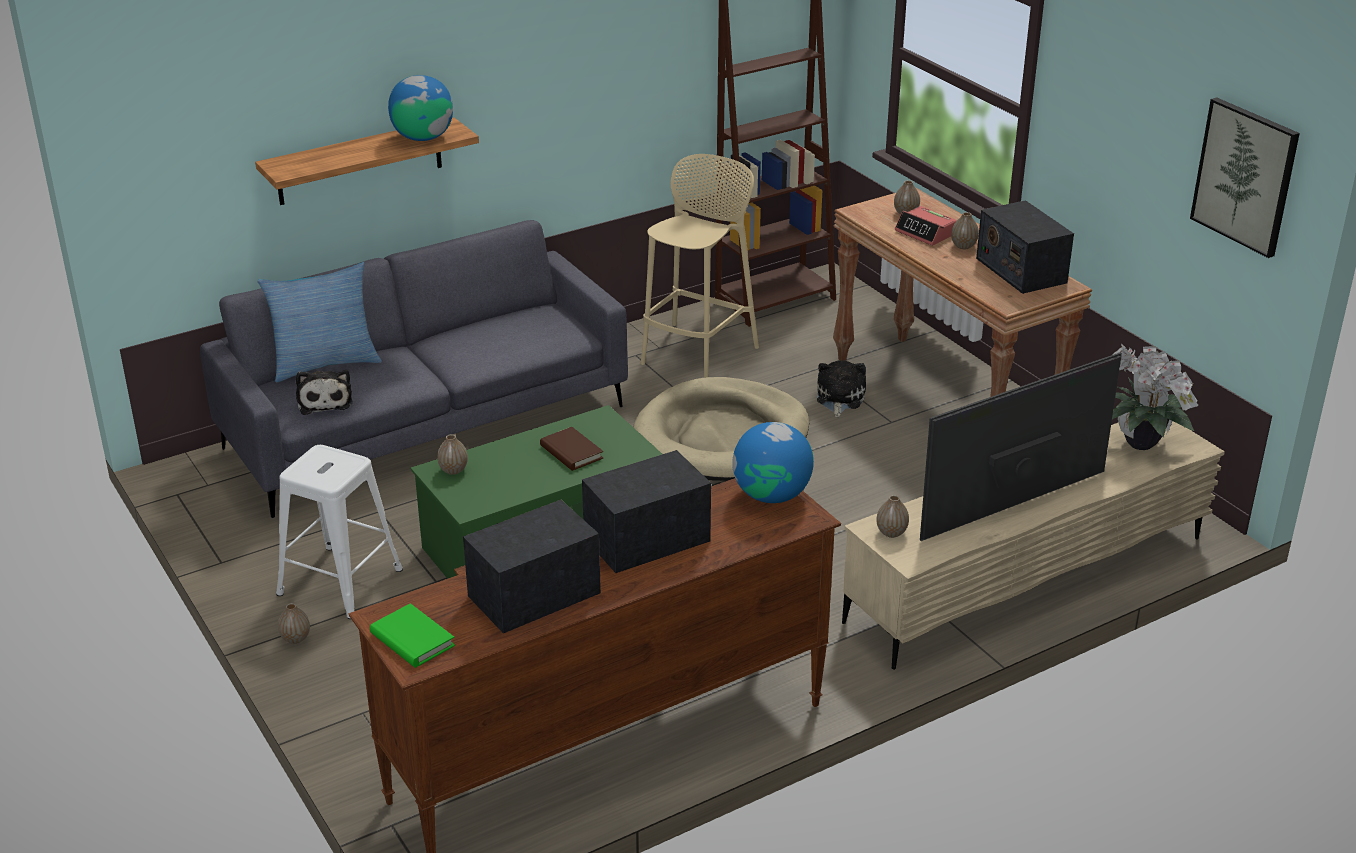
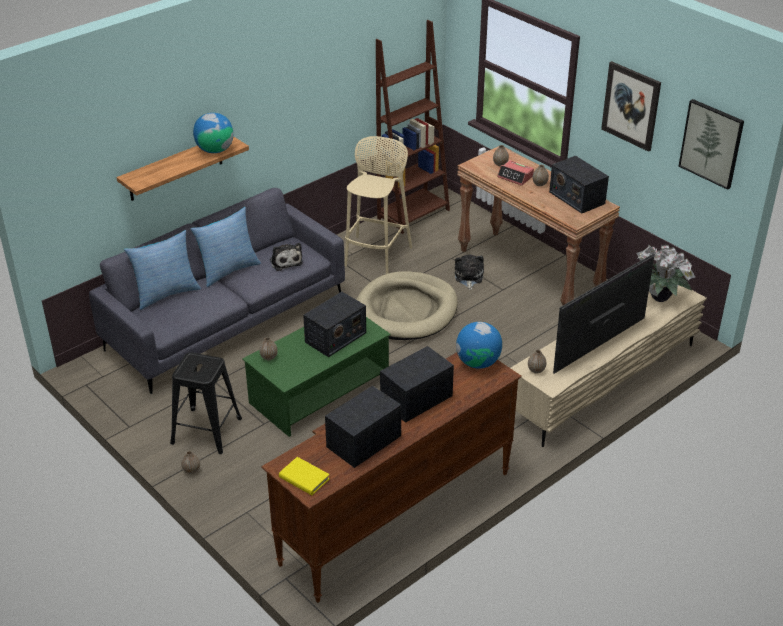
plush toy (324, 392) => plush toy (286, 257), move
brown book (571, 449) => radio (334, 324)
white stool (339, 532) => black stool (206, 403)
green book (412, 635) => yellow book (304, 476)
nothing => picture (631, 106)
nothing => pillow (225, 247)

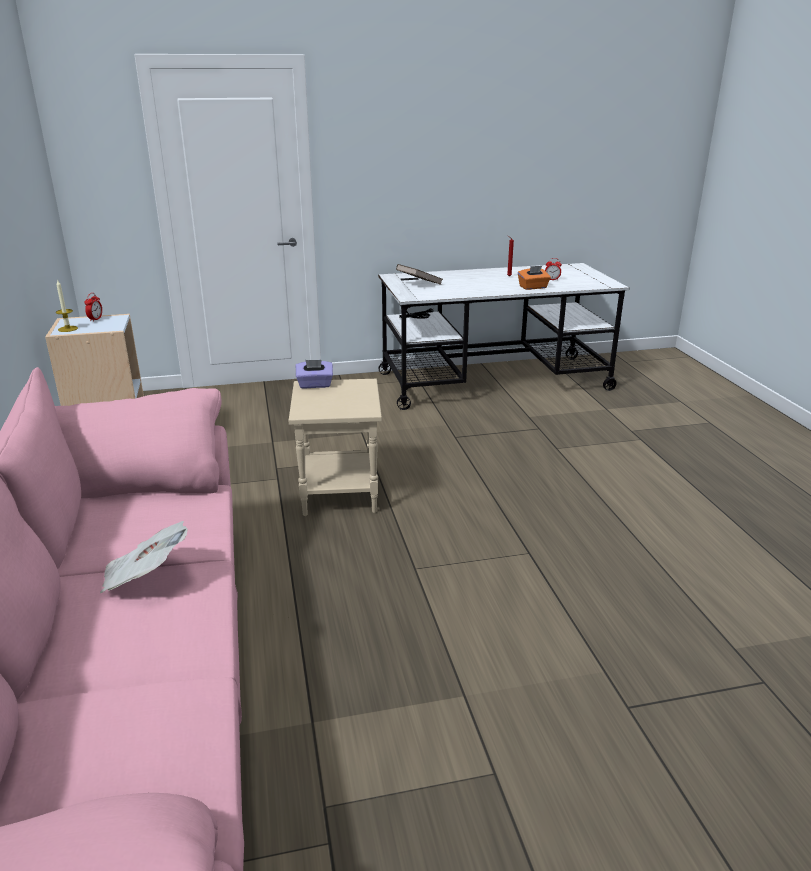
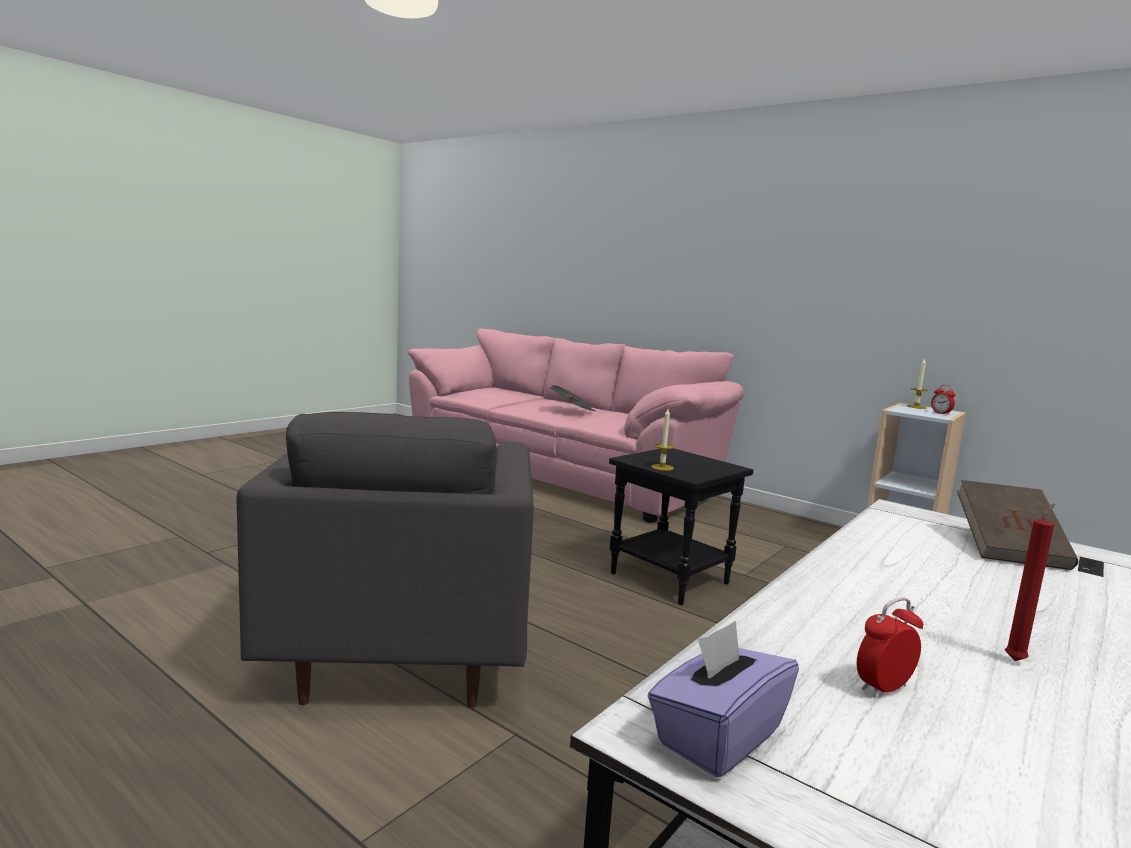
orange tissue box (534, 278) => nothing
purple tissue box (314, 374) => purple tissue box (723, 699), move
beige side table (335, 447) => black side table (681, 526)
nothing => candle (662, 440)
nothing => grey armchair (385, 560)

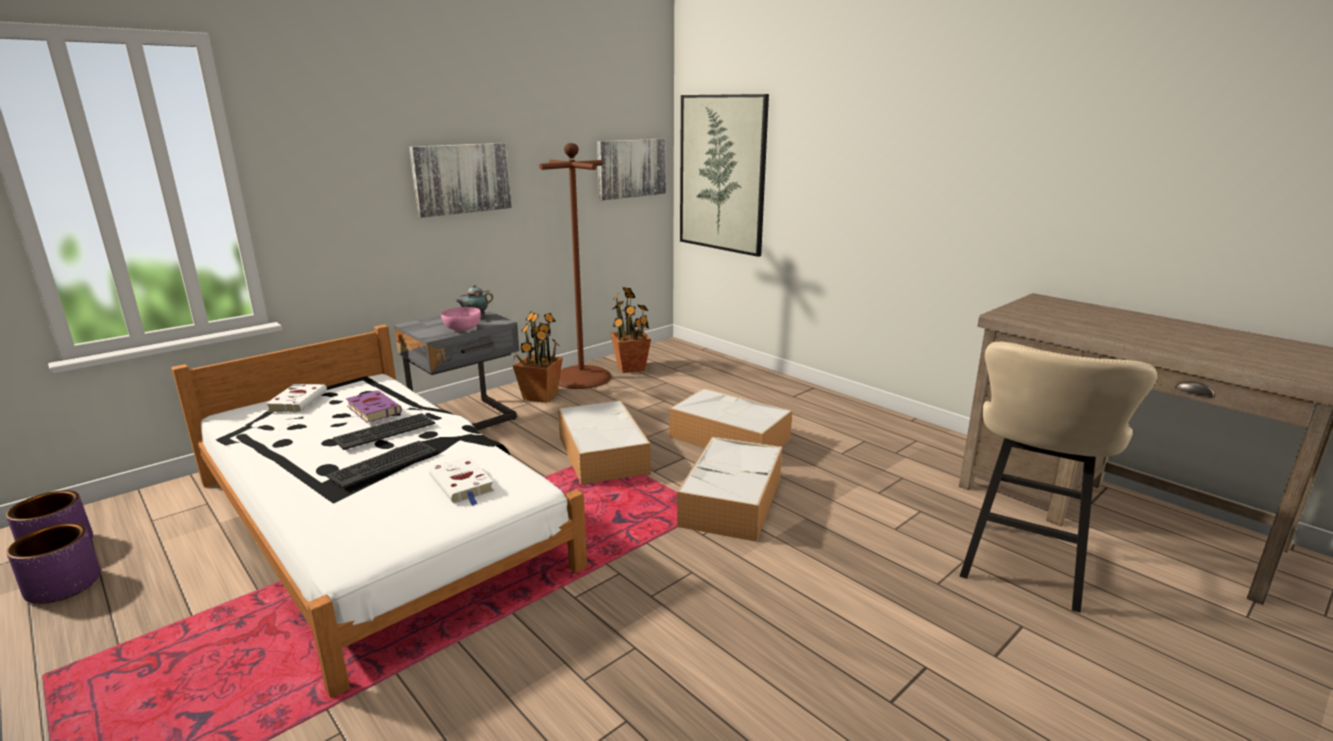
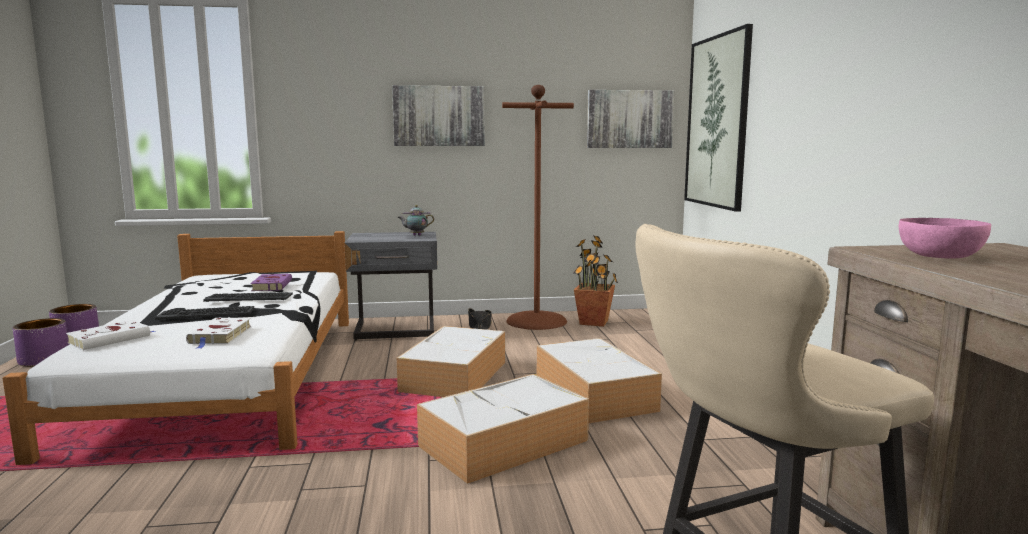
pink bowl (461, 319) => pink bowl (945, 238), move
potted plant (538, 357) => black hat (480, 319)
white book (296, 398) => white book (111, 335), move

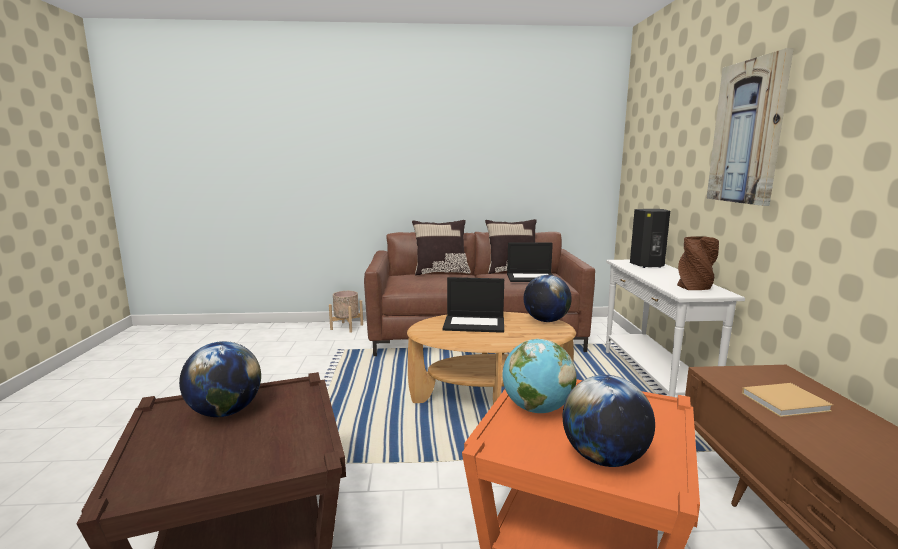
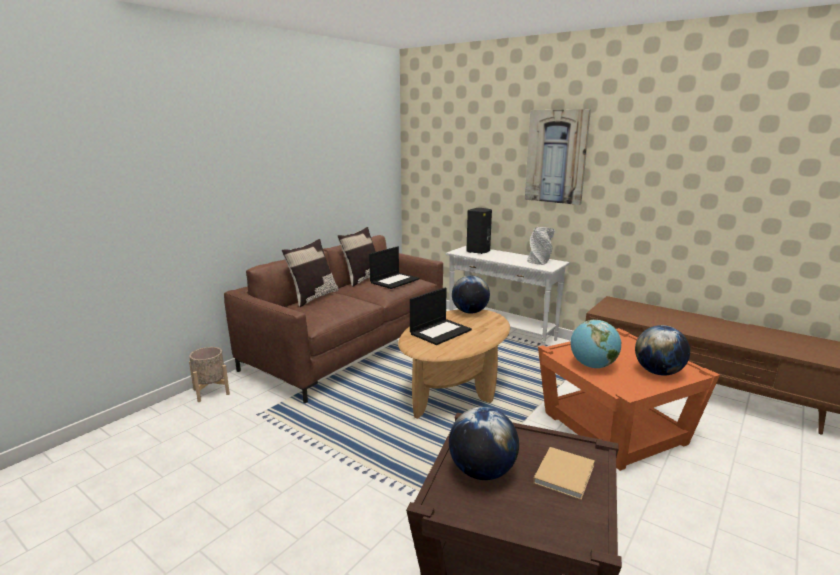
brown vase (698, 263) => grey vase (541, 246)
beige book (787, 400) => beige book (564, 473), move

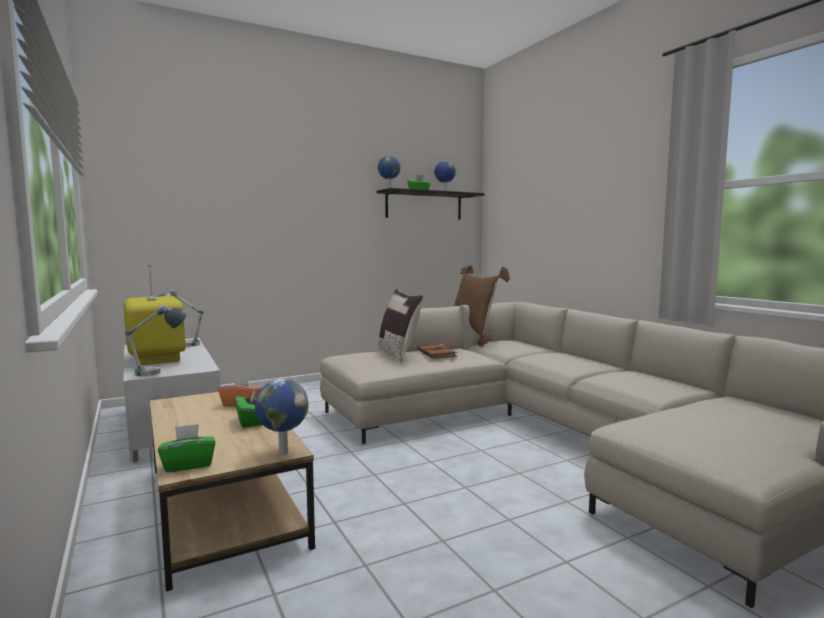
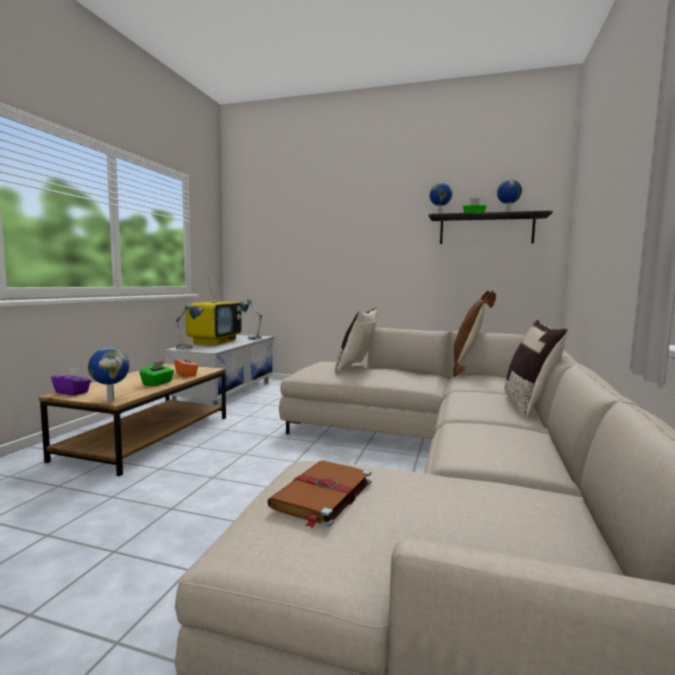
brown book (437, 351) => brown book (319, 495), move
green tissue box (186, 448) => purple tissue box (71, 381)
nothing => pillow (536, 369)

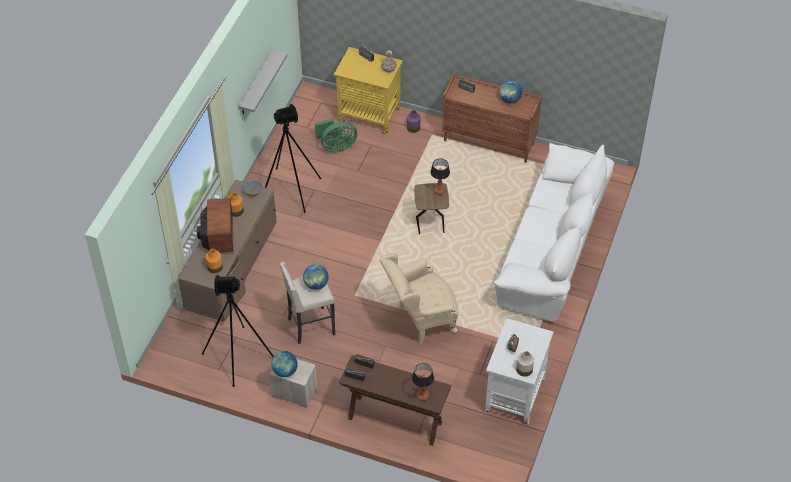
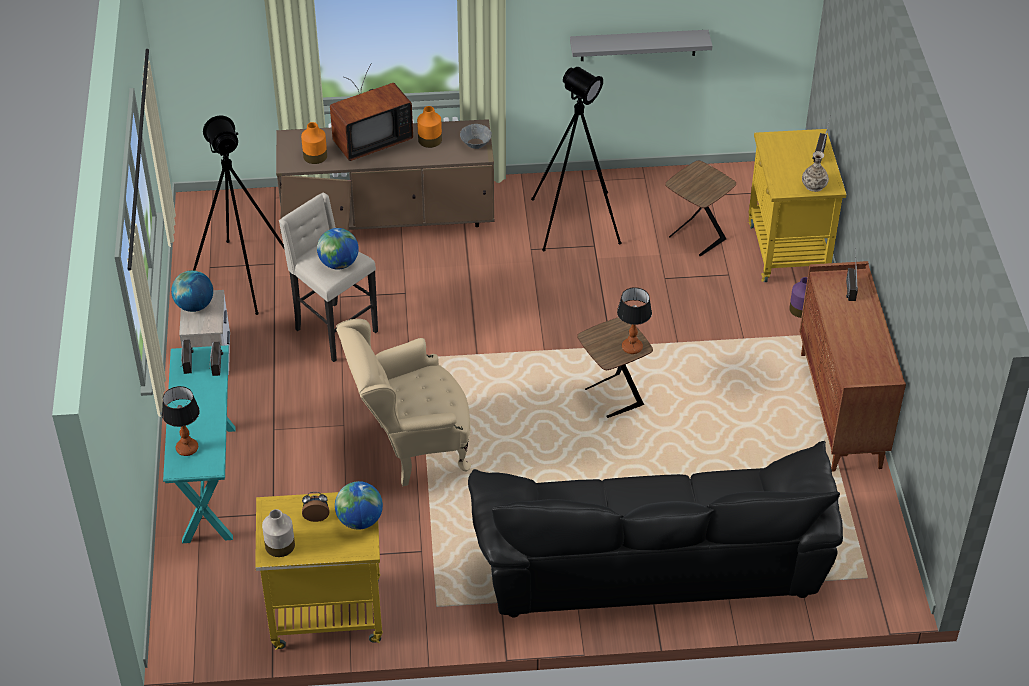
globe (510, 92) => globe (359, 505), move
green fan (336, 136) => brown side table (700, 208)
white sofa (554, 232) => black sofa (655, 528)
beige armchair (418, 299) => beige armchair (403, 402), 60 degrees counterclockwise
white cart (519, 371) => yellow cart (319, 571)
brown console table (395, 400) => turquoise console table (199, 444)

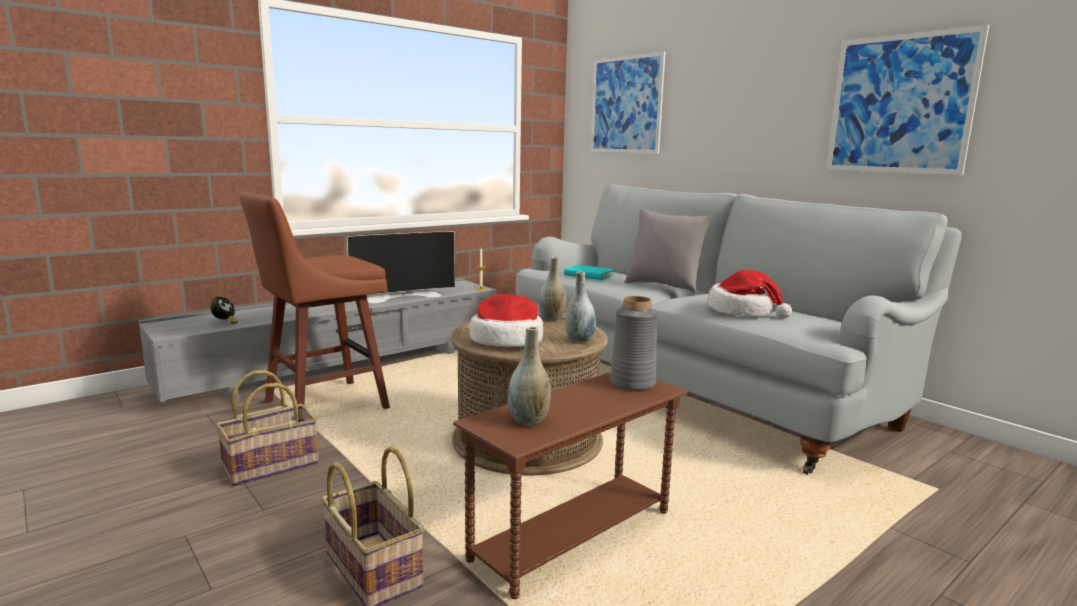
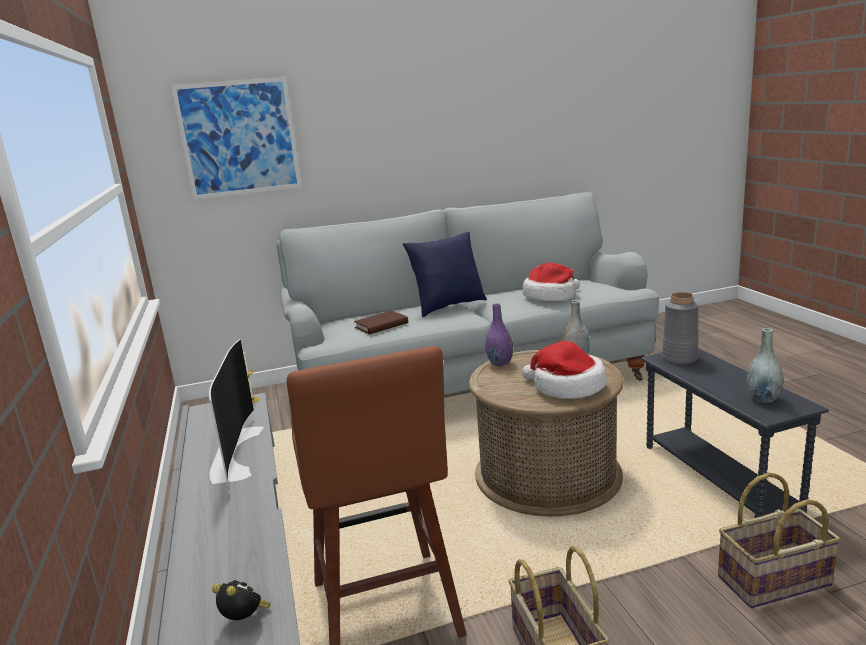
picture (907, 100) => nothing
grey pillow (669, 251) => blue pillow (445, 274)
grey vase (552, 289) => purple vase (499, 334)
turquoise book (589, 272) => brown book (381, 322)
brown side table (570, 485) => grey side table (734, 433)

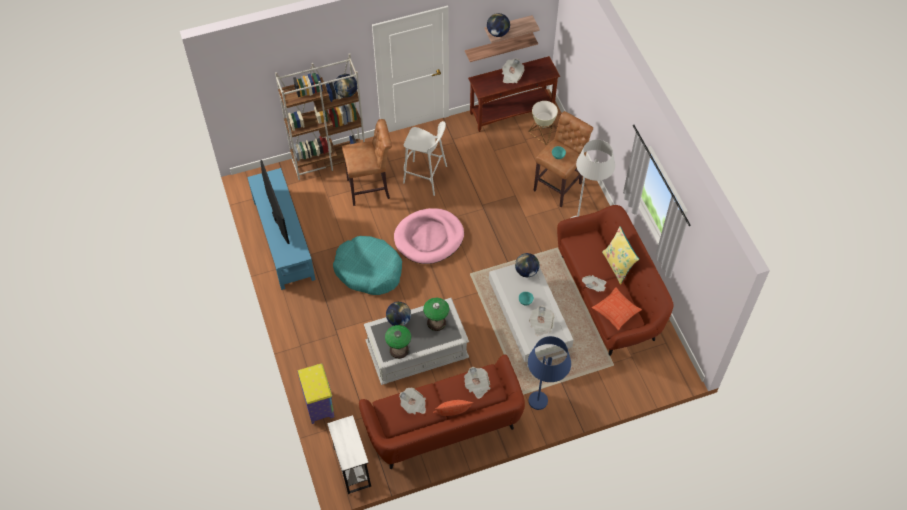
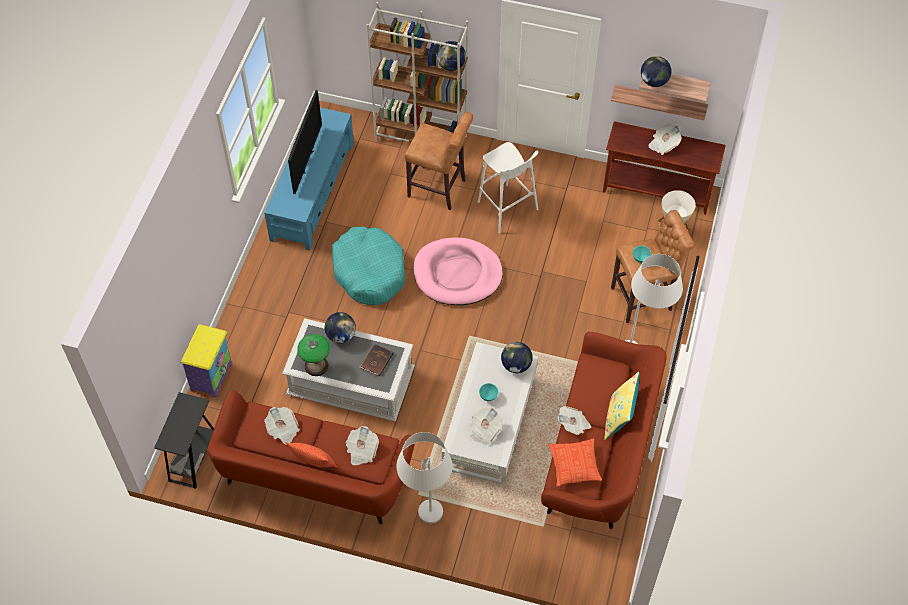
table lamp (436, 314) => brown book (376, 360)
blue floor lamp (549, 373) => white floor lamp (424, 477)
white side table (349, 454) => black side table (184, 440)

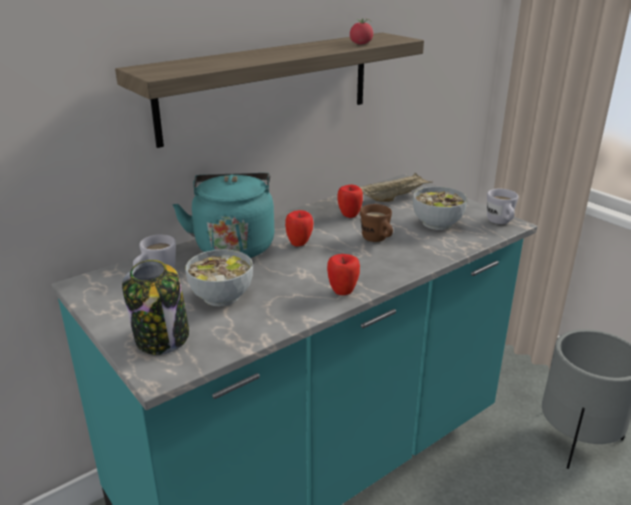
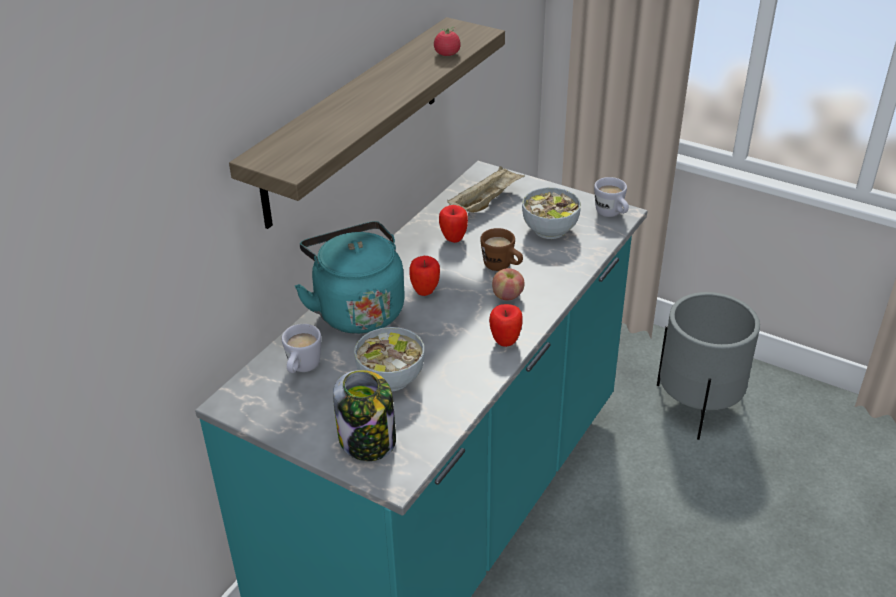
nothing => apple (508, 284)

